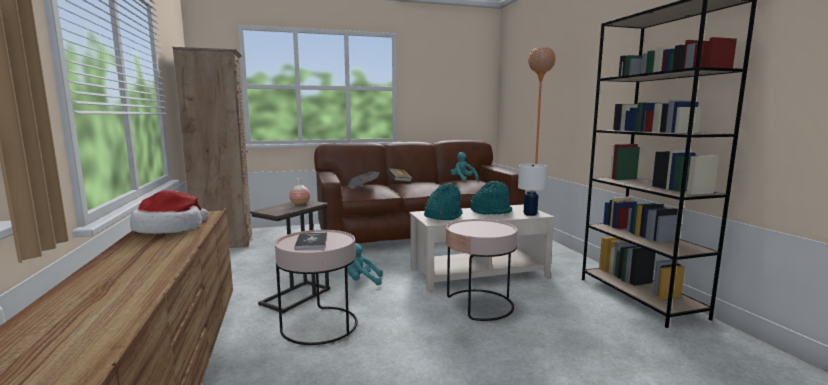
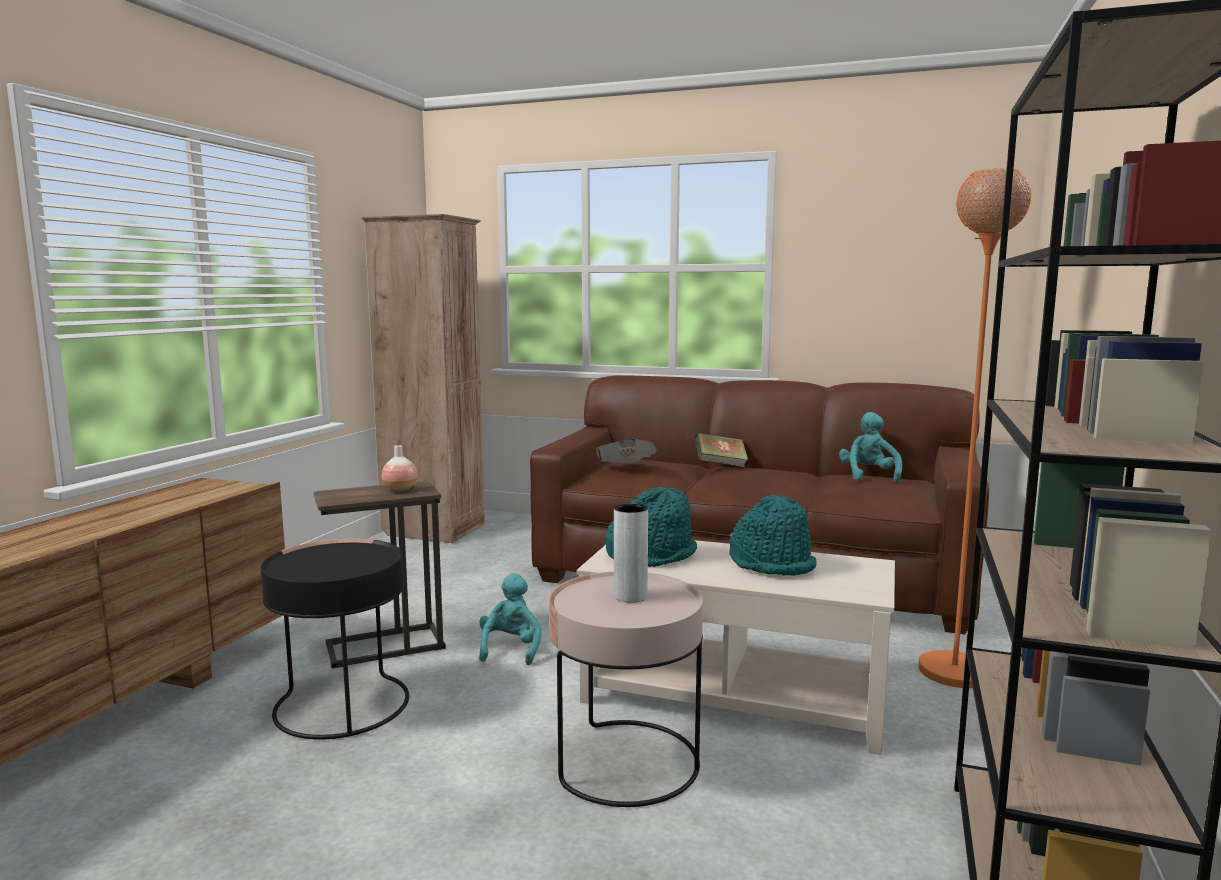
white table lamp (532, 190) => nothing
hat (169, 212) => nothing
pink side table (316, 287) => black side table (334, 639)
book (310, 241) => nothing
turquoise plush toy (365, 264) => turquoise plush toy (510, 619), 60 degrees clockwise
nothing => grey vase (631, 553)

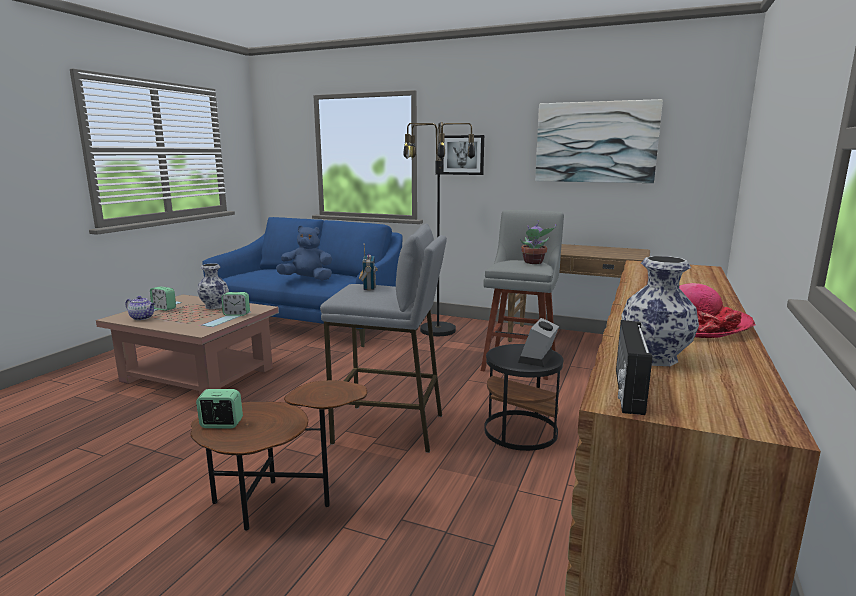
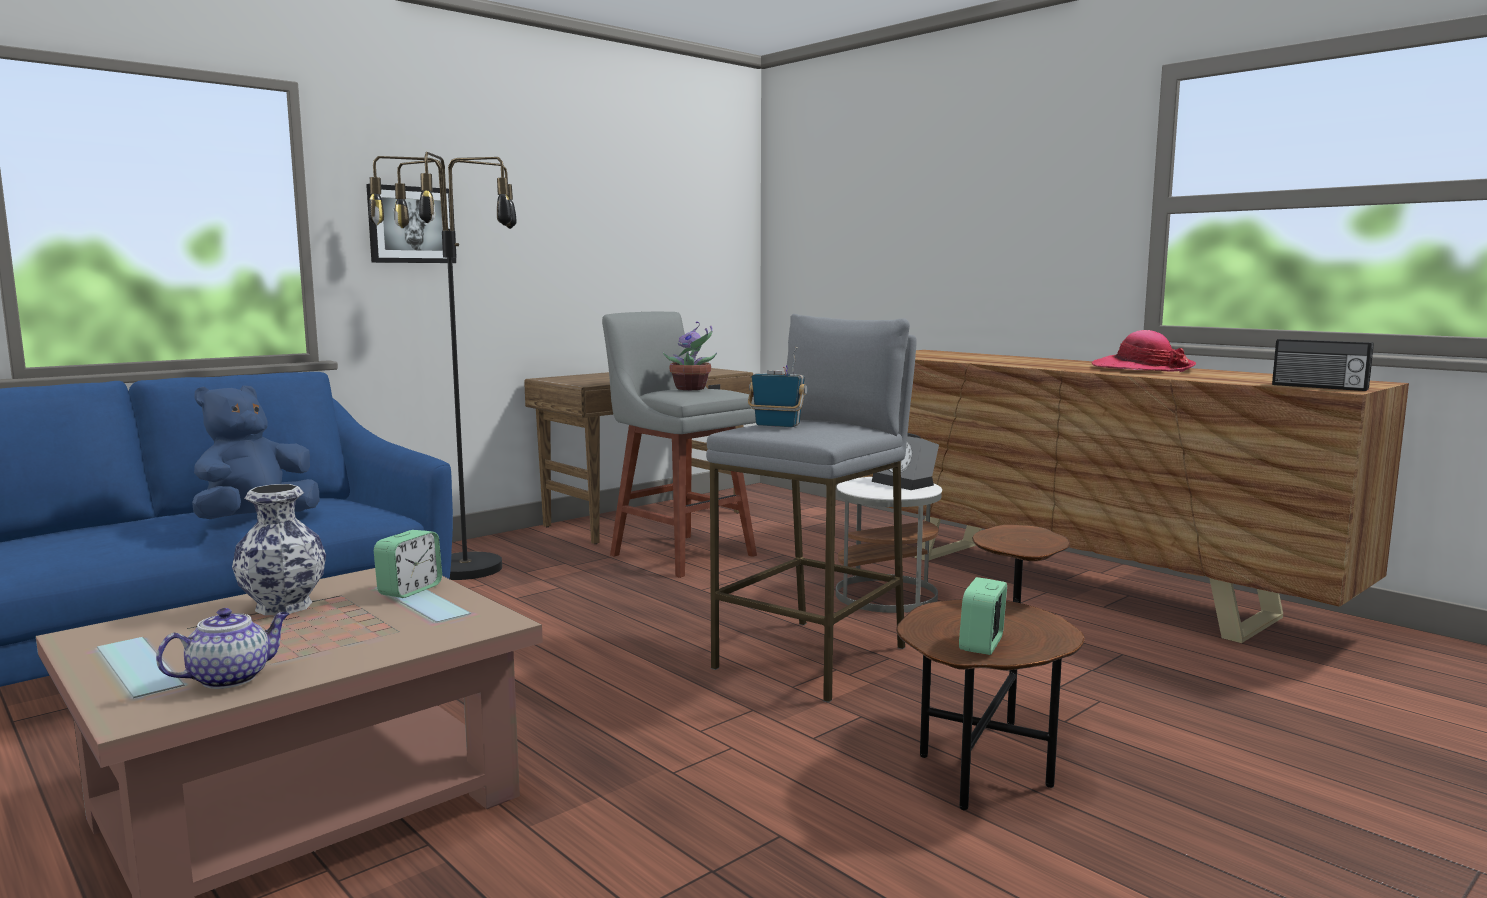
picture (599, 141) => nothing
vase (660, 311) => nothing
alarm clock (163, 298) => nothing
black side table (524, 397) => white side table (889, 545)

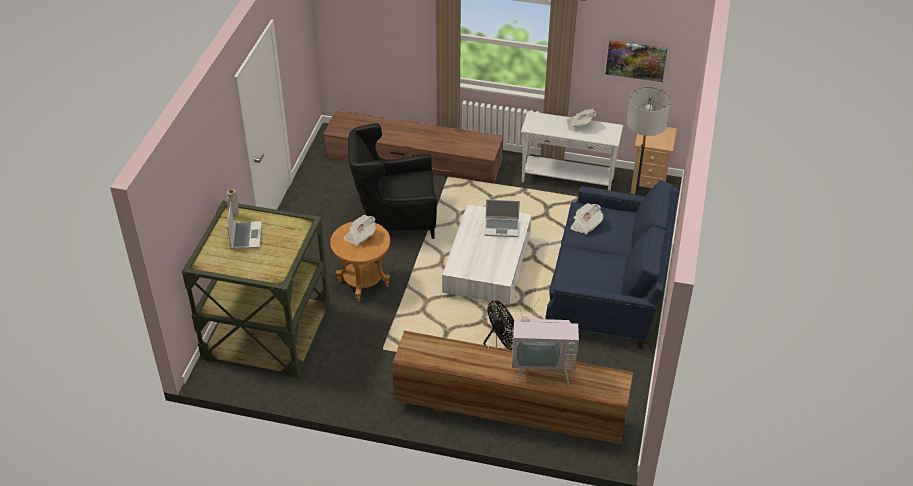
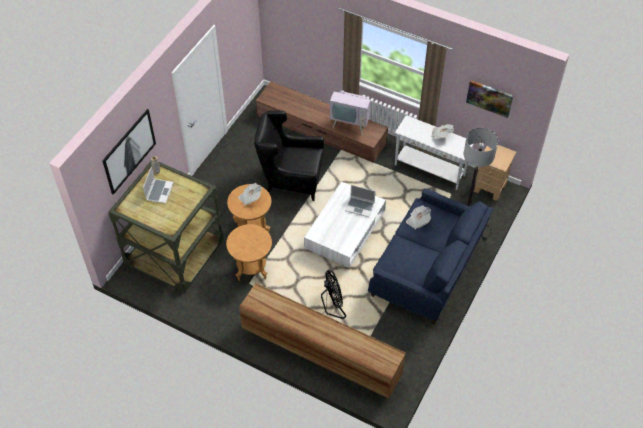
television (545, 340) => television (350, 112), move
nothing => picture (129, 152)
nothing => brown side table (249, 252)

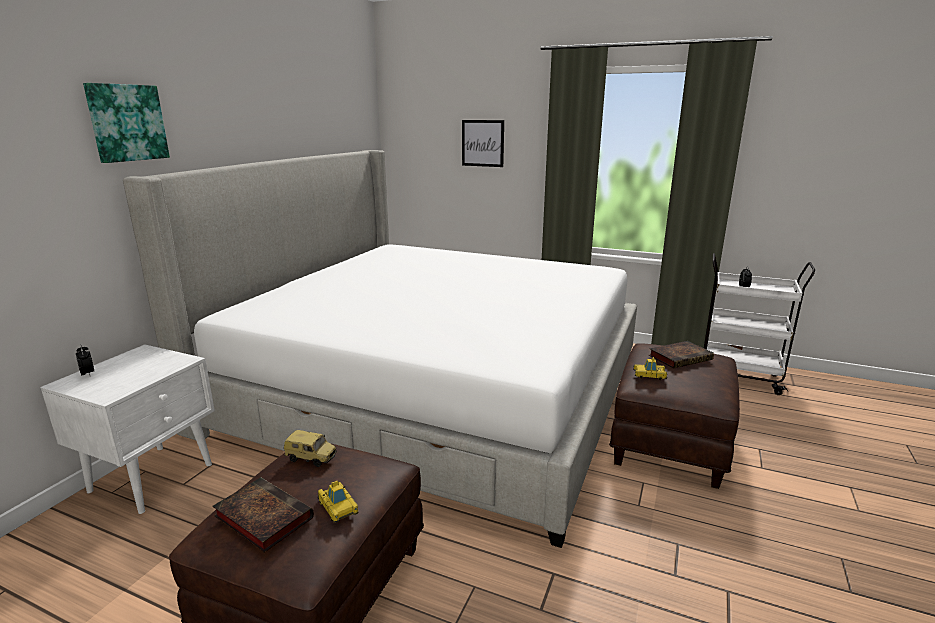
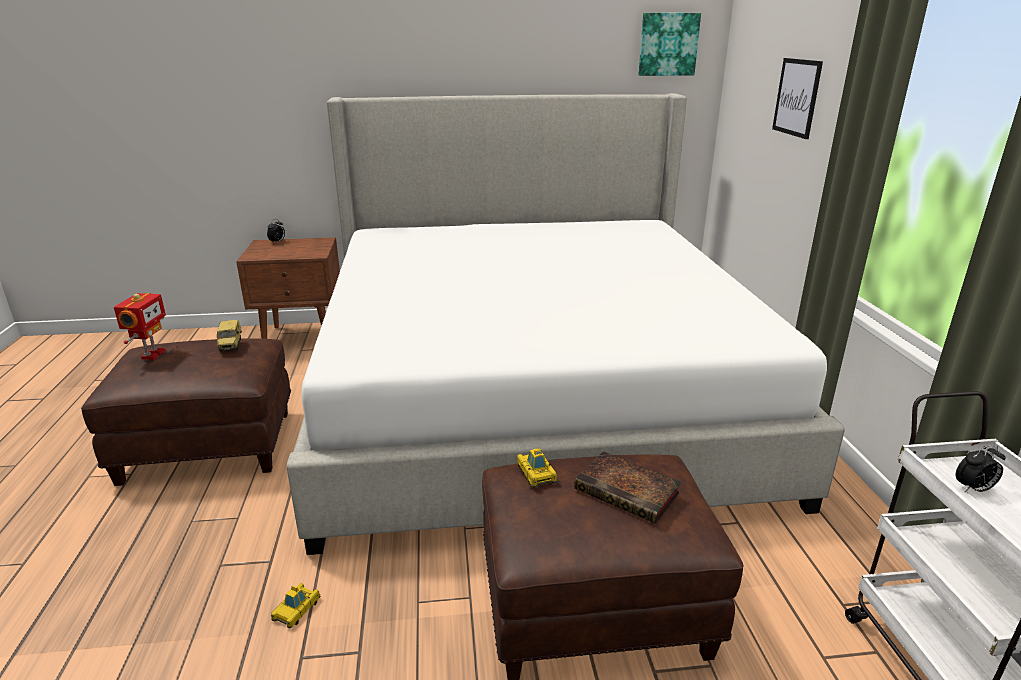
picture (126, 123) => picture (670, 44), move
white nightstand (127, 429) => brown nightstand (288, 288)
book (263, 515) => toy robot (140, 326)
toy car (338, 502) => toy car (296, 605), move

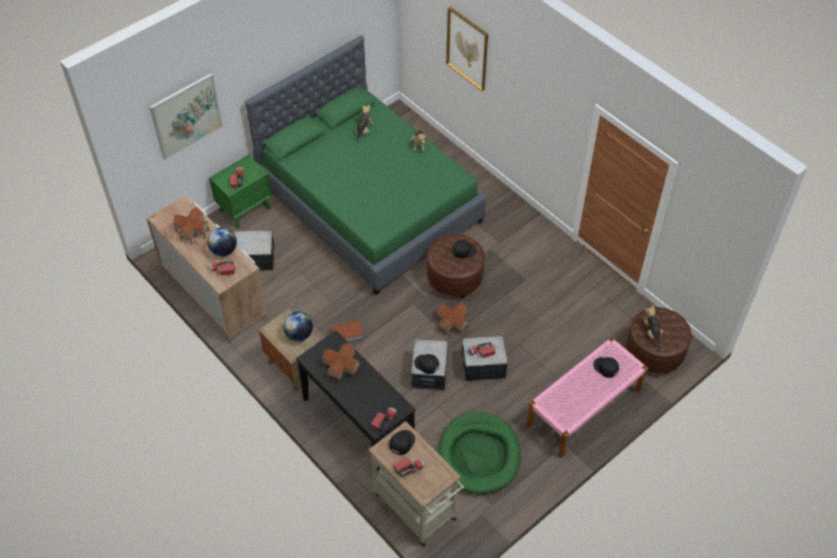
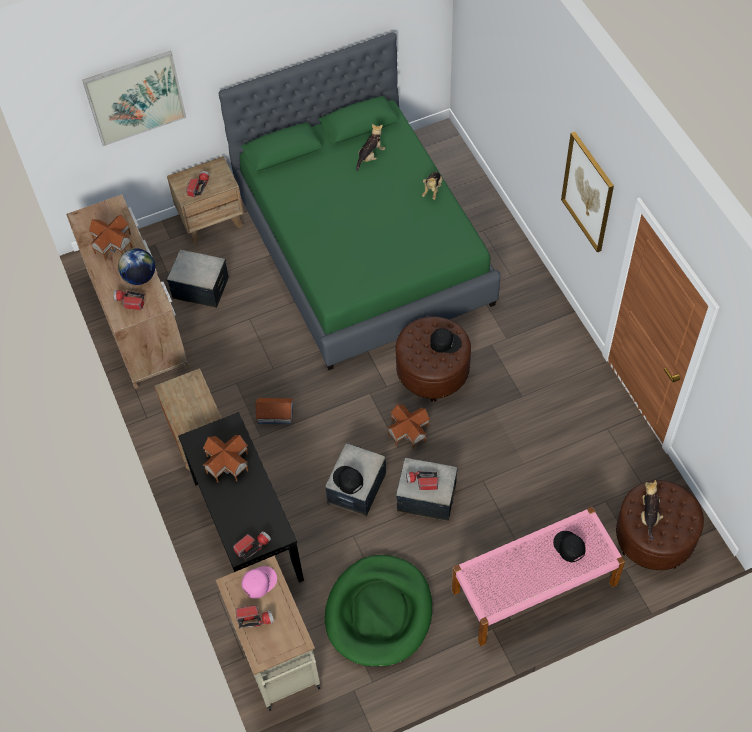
picture (467, 49) => picture (587, 192), move
green nightstand (240, 192) => brown nightstand (205, 200)
globe (298, 326) => nothing
black cap (402, 442) => pink cap (259, 582)

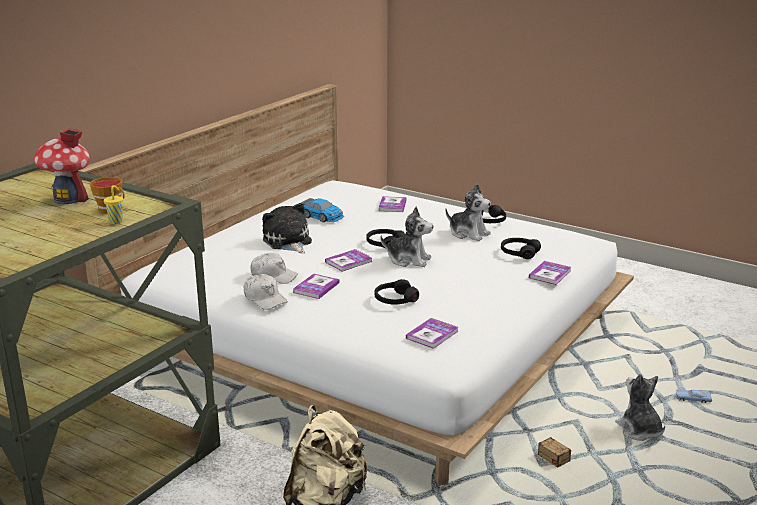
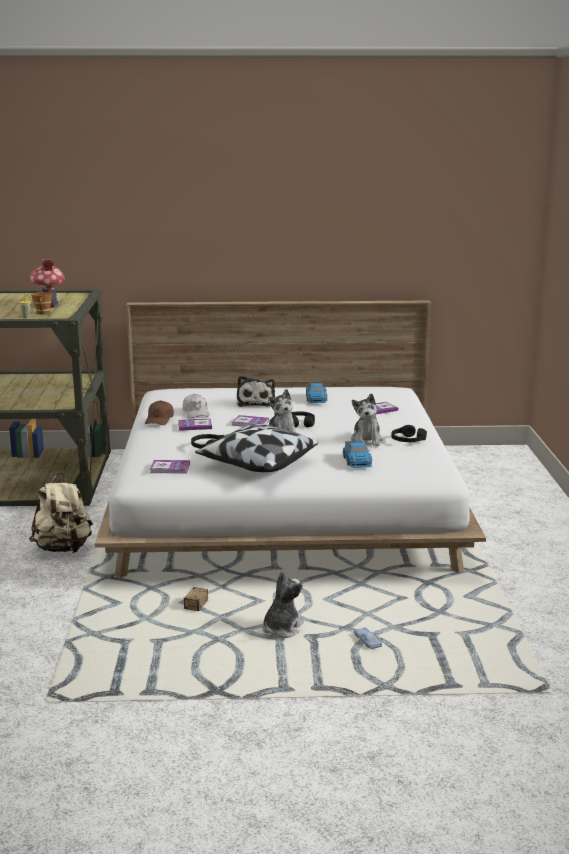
plush toy (287, 228) => plush toy (256, 391), 150 degrees clockwise
black headphones (521, 248) => toy car (357, 454)
book (550, 273) => nothing
white cap (266, 292) => brown cap (159, 412)
nothing => pillow (256, 448)

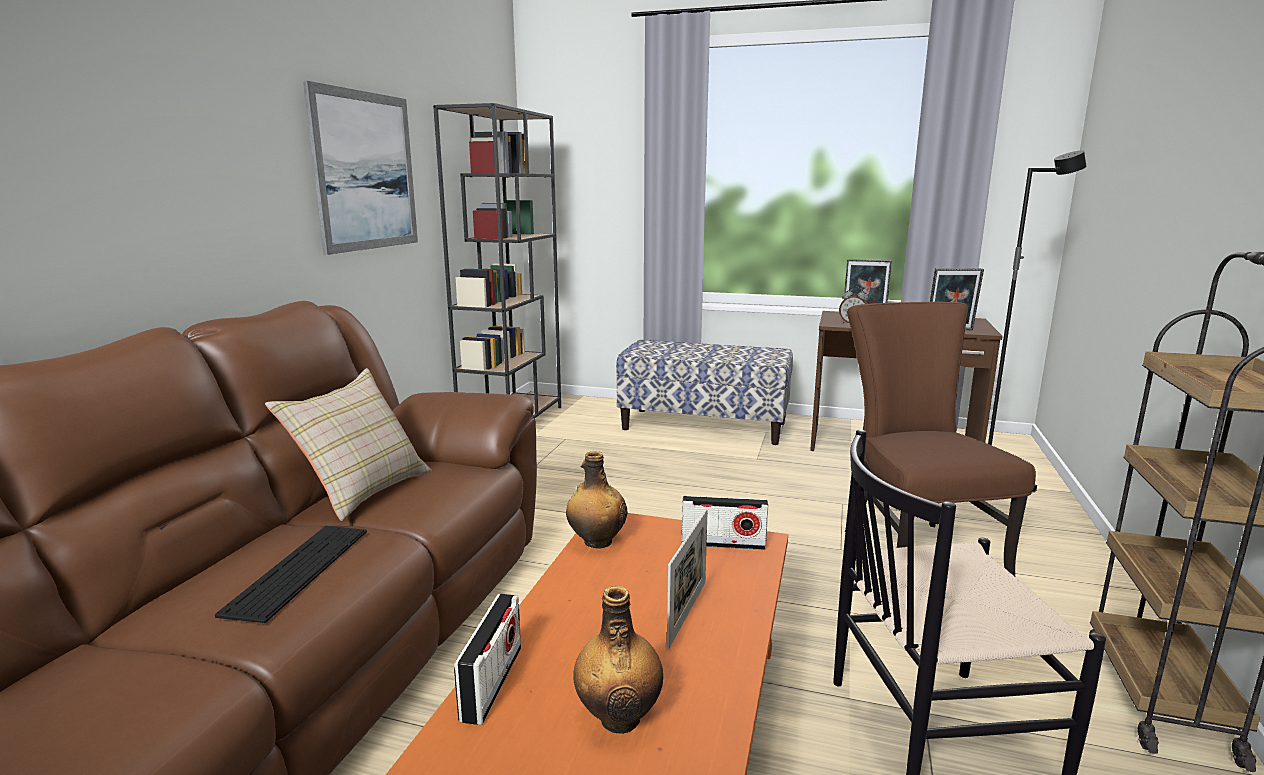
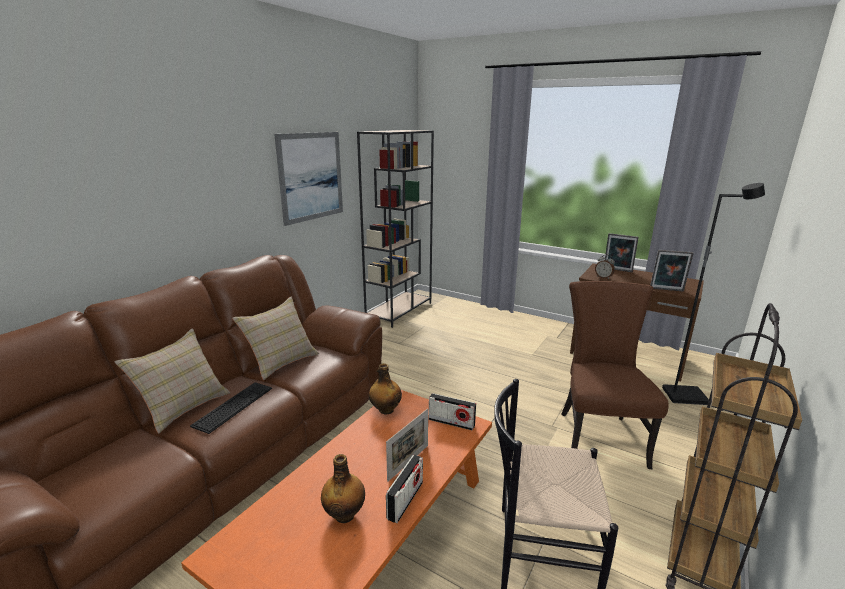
bench (704, 392) => nothing
radio (487, 659) => radio (404, 489), move
nothing => beige pillow (172, 381)

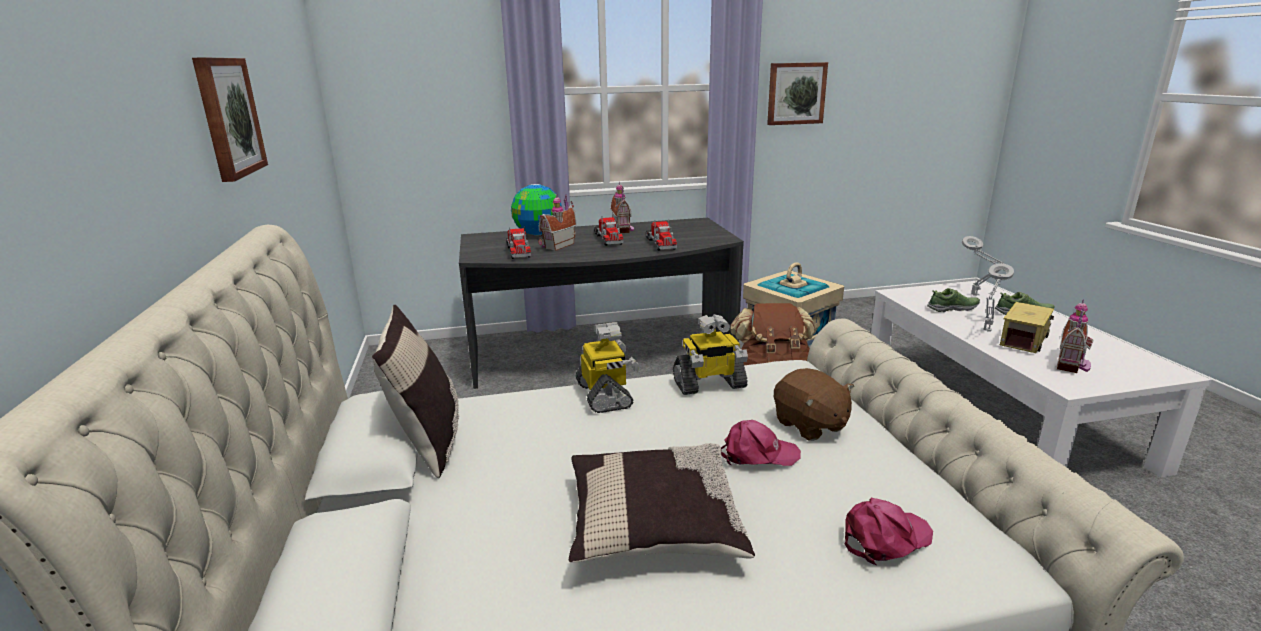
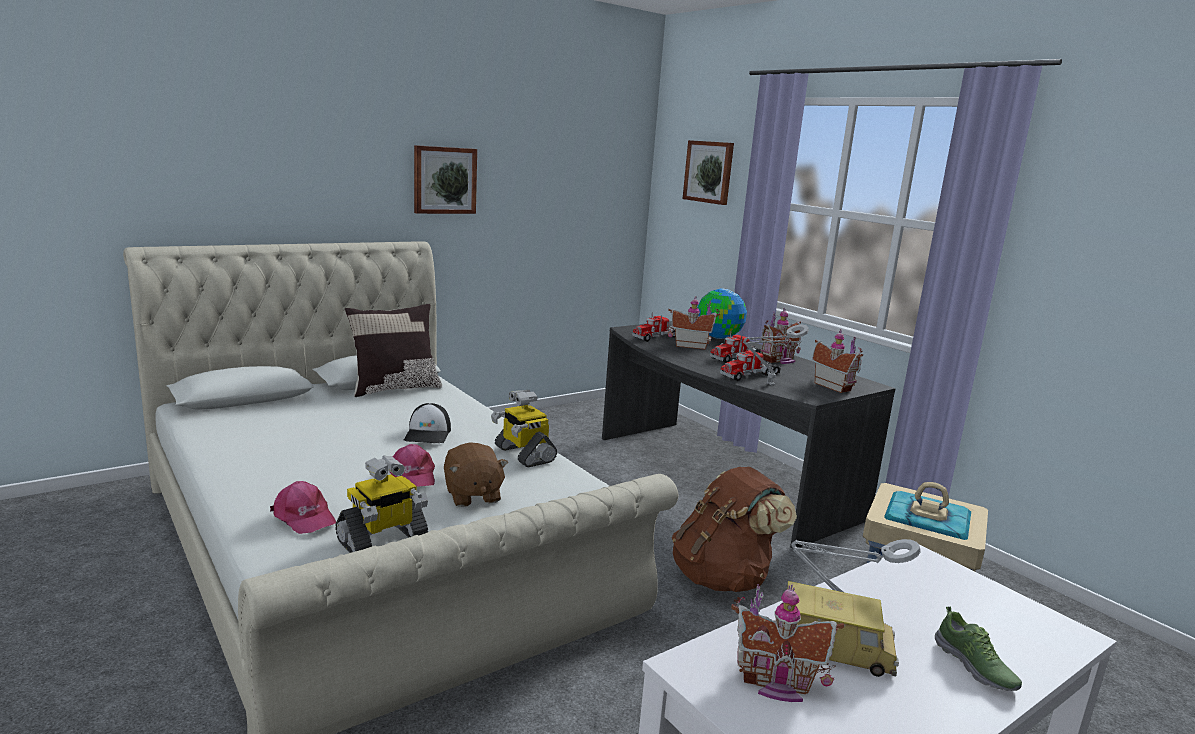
picture (797, 93) => picture (708, 172), move
grey table lamp (983, 266) => grey table lamp (776, 355), move
shoe (953, 300) => nothing
toy robot (608, 367) => toy robot (381, 504), move
brown plush toy (814, 404) => brown plush toy (476, 474), 60 degrees counterclockwise
pillow (662, 502) => nothing
nothing => toy house (837, 361)
nothing => cap (427, 423)

